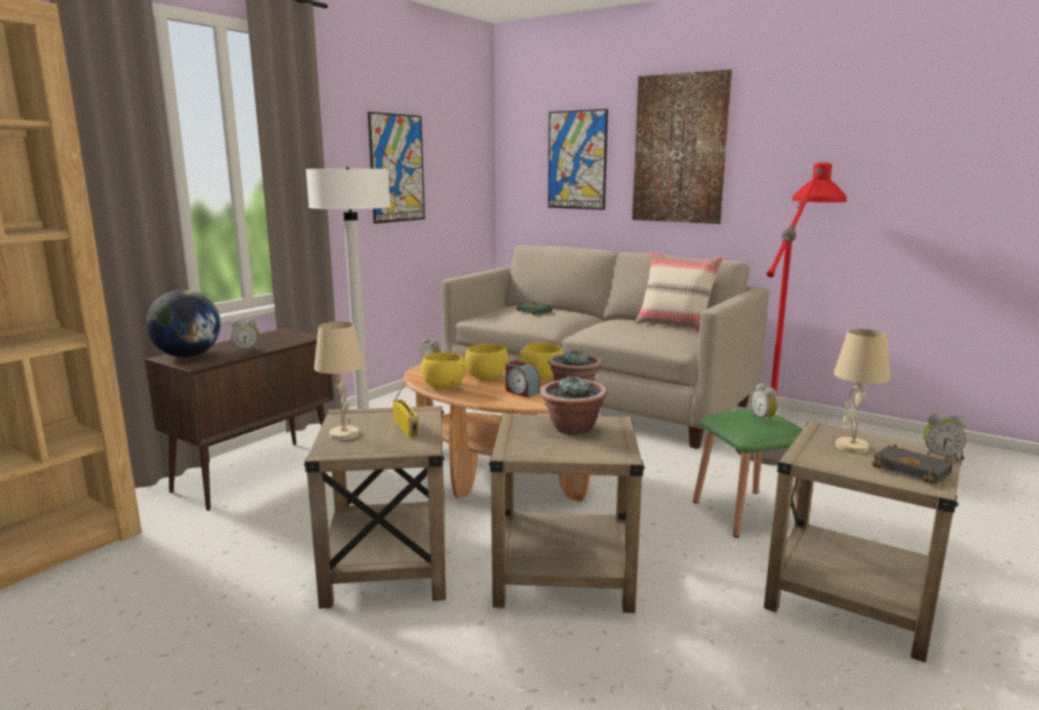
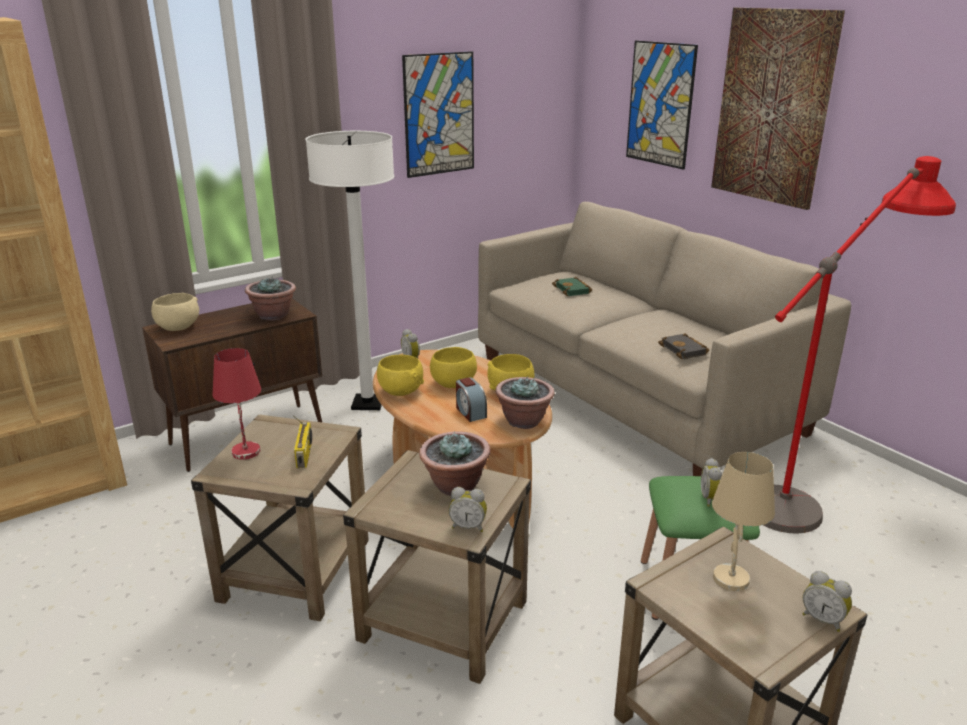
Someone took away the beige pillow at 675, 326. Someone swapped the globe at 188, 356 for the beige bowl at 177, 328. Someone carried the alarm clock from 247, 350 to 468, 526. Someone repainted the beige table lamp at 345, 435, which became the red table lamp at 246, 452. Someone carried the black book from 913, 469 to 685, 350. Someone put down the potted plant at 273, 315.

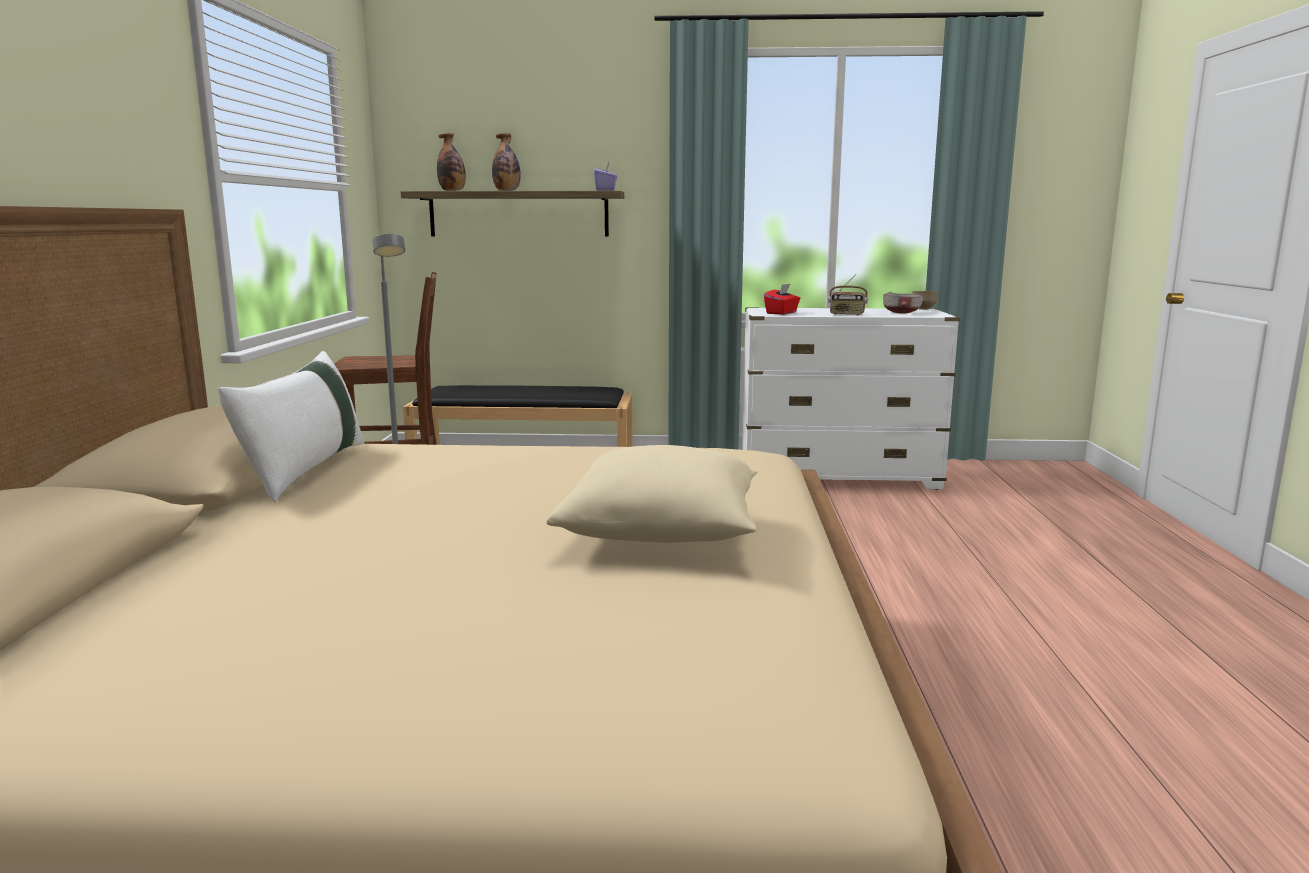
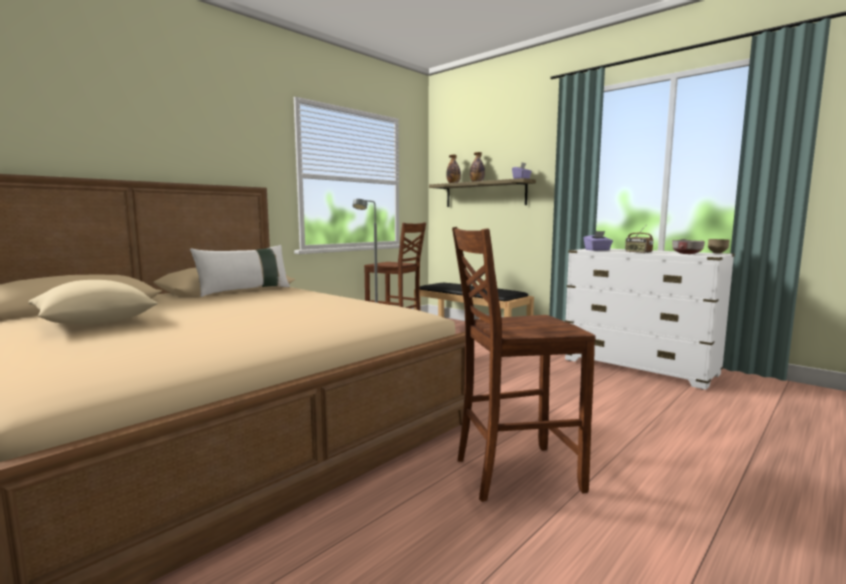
Someone repainted the red tissue box at 782, 313, which became the purple tissue box at 597, 250. Someone carried the beige pillow from 663, 534 to 95, 323. Someone put down the brown chair at 513, 473.

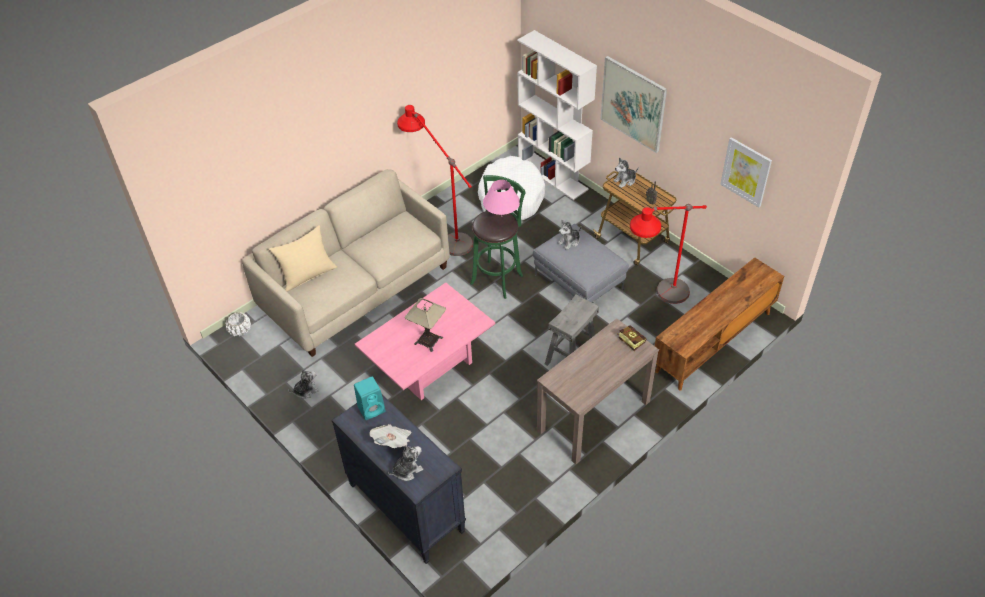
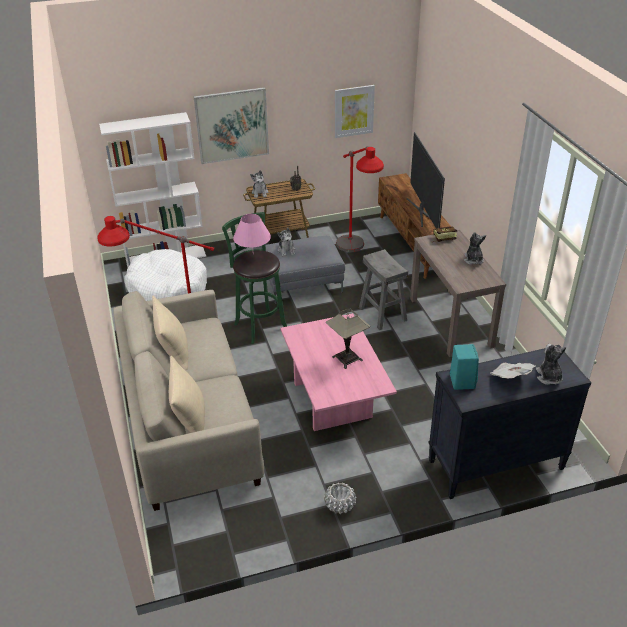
Someone carried the white planter from 240, 330 to 339, 505. Someone carried the plush toy from 306, 391 to 473, 260. Someone put down the television at 423, 211. Someone put down the beige pillow at 173, 352.

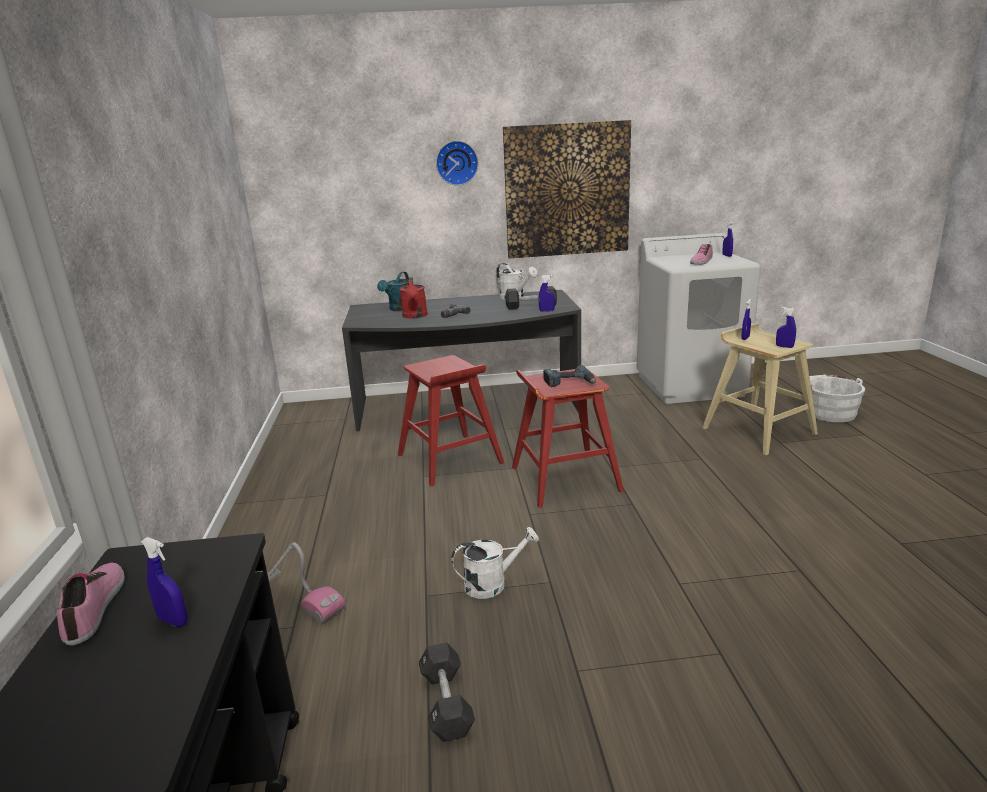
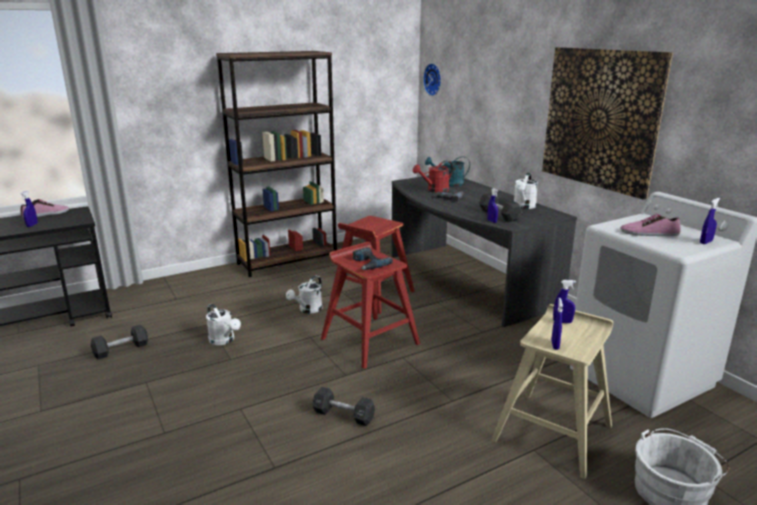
Someone carried the wall clock from 457, 163 to 434, 79. Someone took away the vacuum cleaner at 299, 596. Someone put down the brown bookcase at 287, 261. Someone put down the white watering can at 308, 310. Someone put down the black dumbbell at 343, 415.

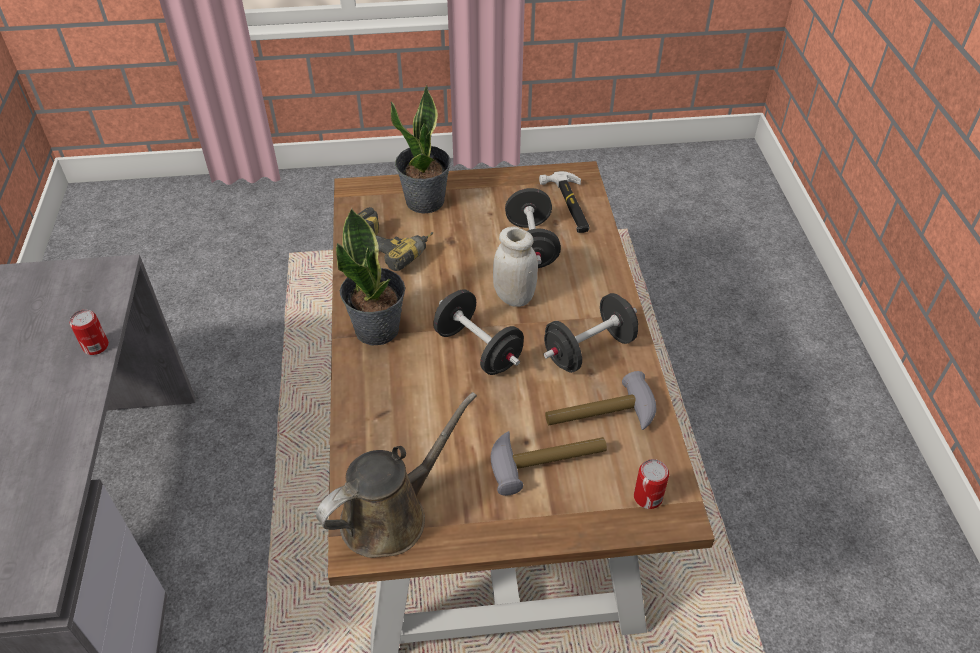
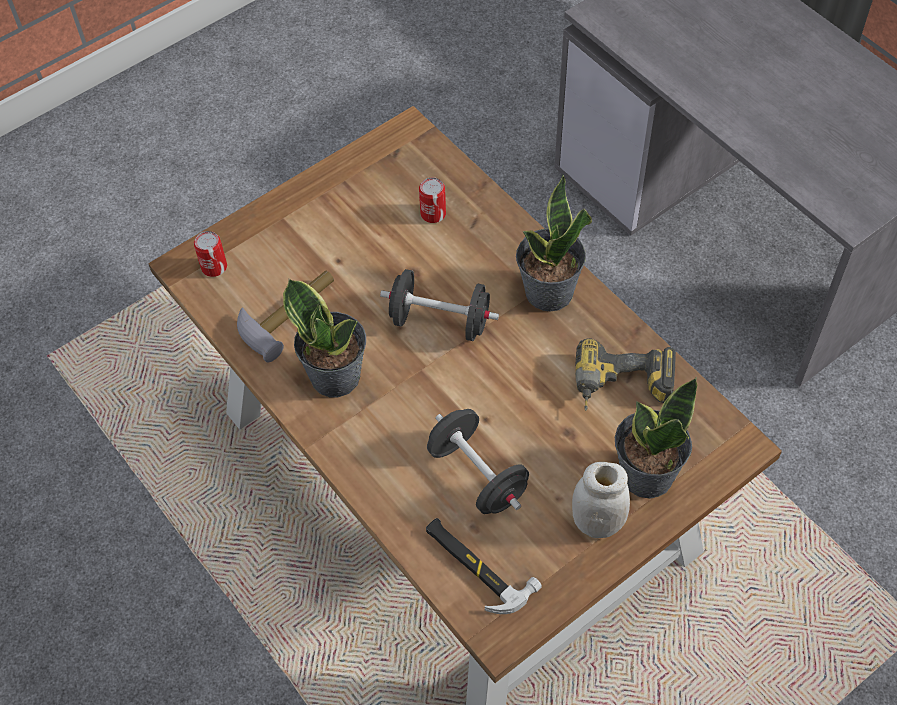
Someone carried the white jar from 514, 297 to 597, 522. Someone swapped the black dumbbell at 589, 350 for the potted plant at 336, 375. Someone carried the can from 96, 346 to 433, 214. Someone took away the brown watering can at 391, 515. Someone took away the hammer at 546, 459.

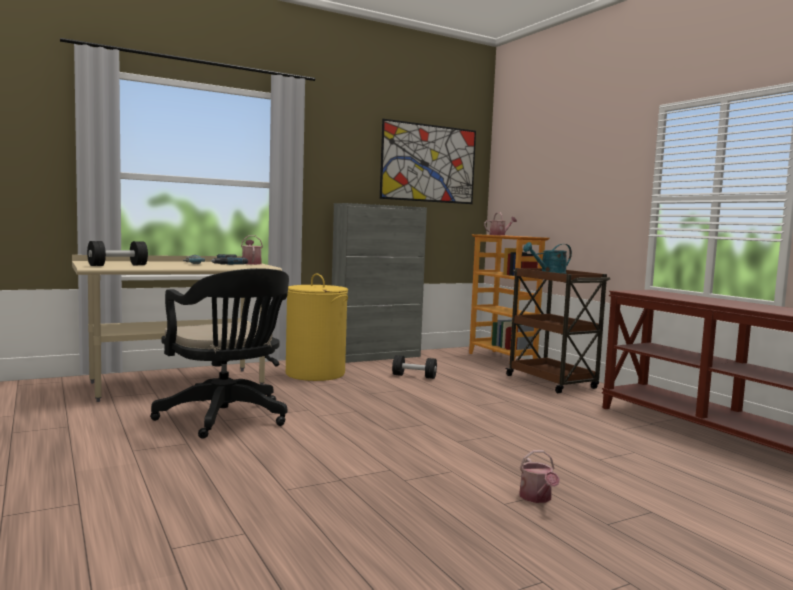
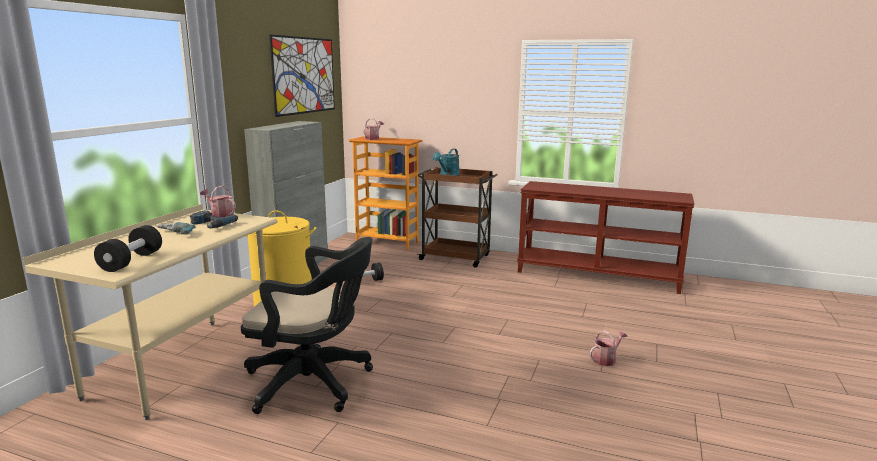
Someone rotated the watering can at 537, 498 by 75 degrees counterclockwise.

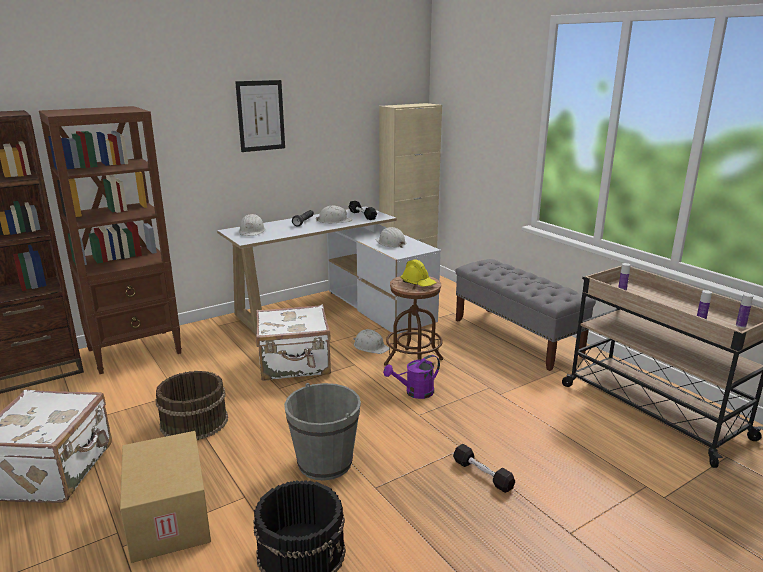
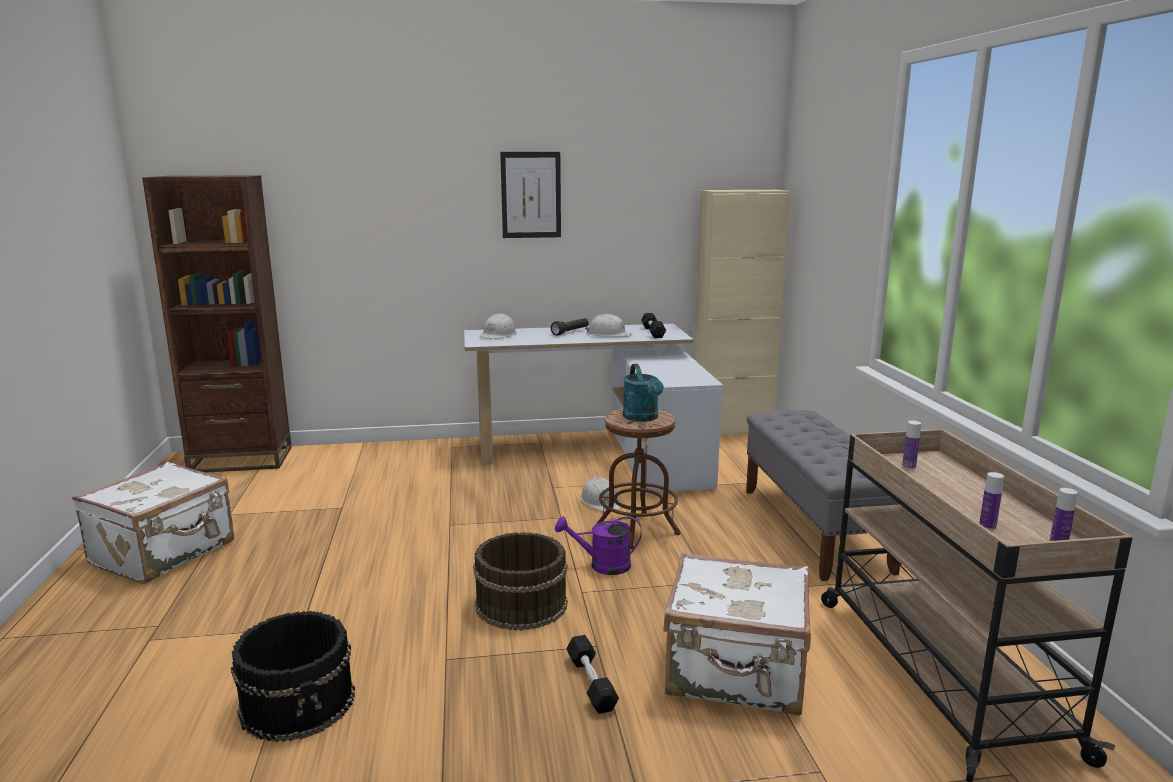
Someone took away the brown bookcase at 135, 351. Someone took away the white hard hat at 391, 243. Someone swapped the yellow hard hat at 418, 283 for the turquoise watering can at 643, 418. Someone carried the white suitcase from 295, 364 to 736, 673. Someone carried the brown bucket from 193, 422 to 520, 605. Someone took away the grey bucket at 325, 463. Someone took away the cardboard box at 167, 517.

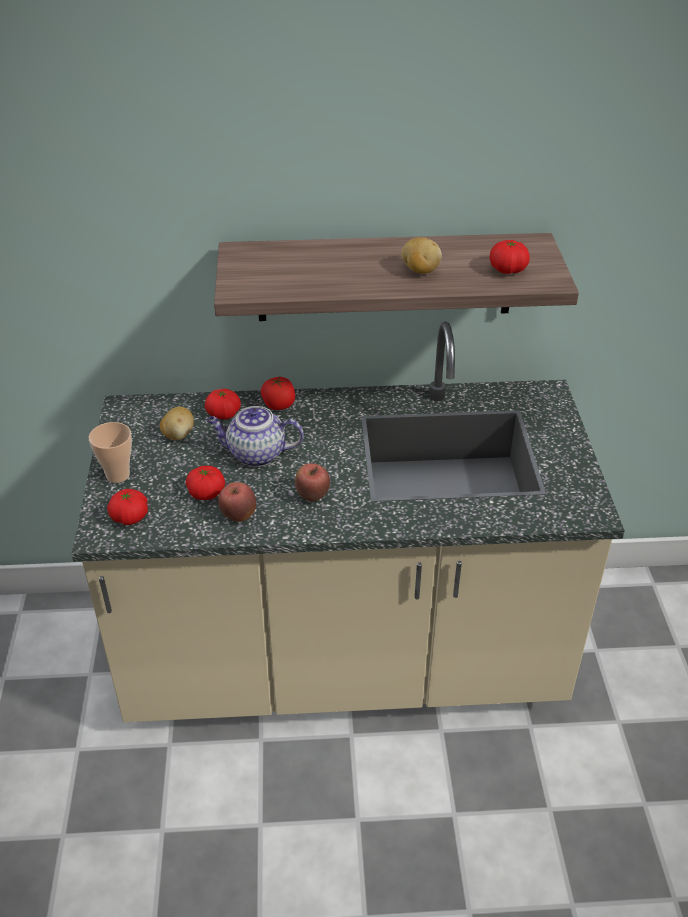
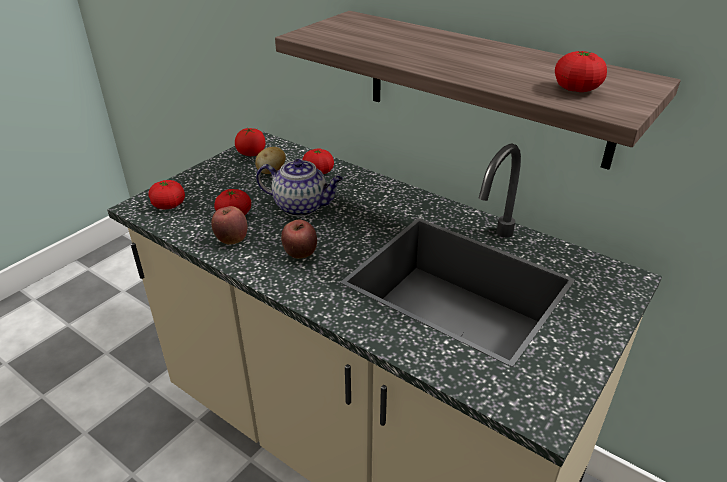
Someone took away the potato at 420, 270. Someone carried the tomato from 279, 405 to 251, 153. Someone rotated the teapot at 255, 454 by 150 degrees clockwise. Someone took away the cup at 118, 475.

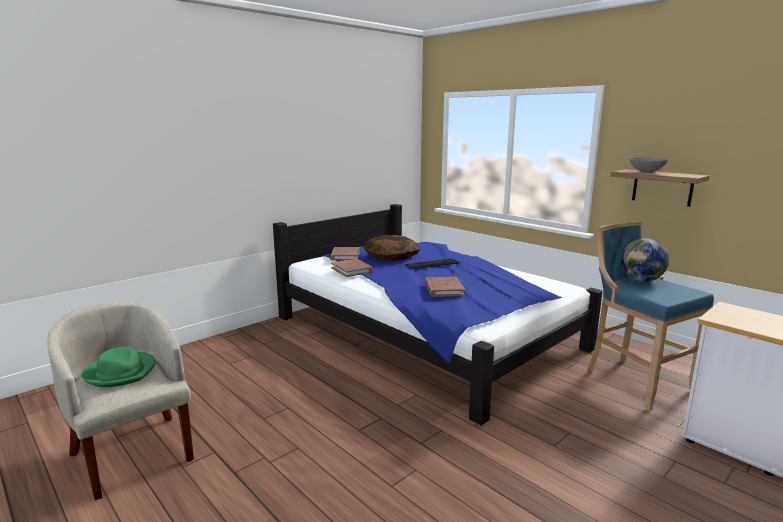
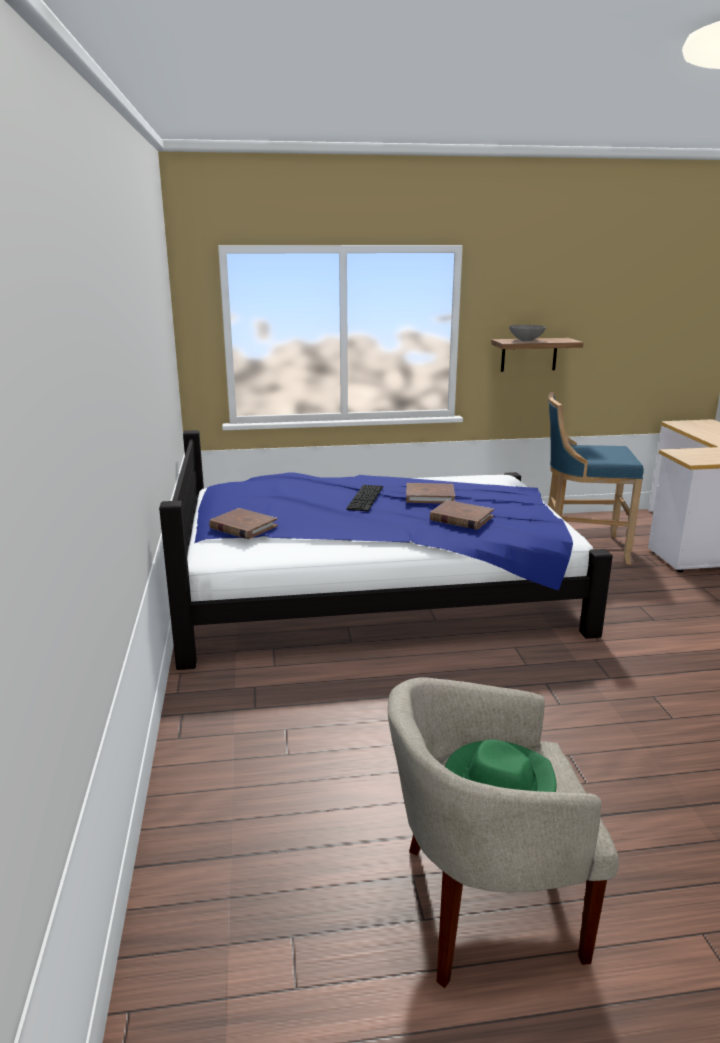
Someone took away the pillow at 391, 257. Someone took away the globe at 641, 280. Someone carried the brown book from 352, 270 to 429, 496.

